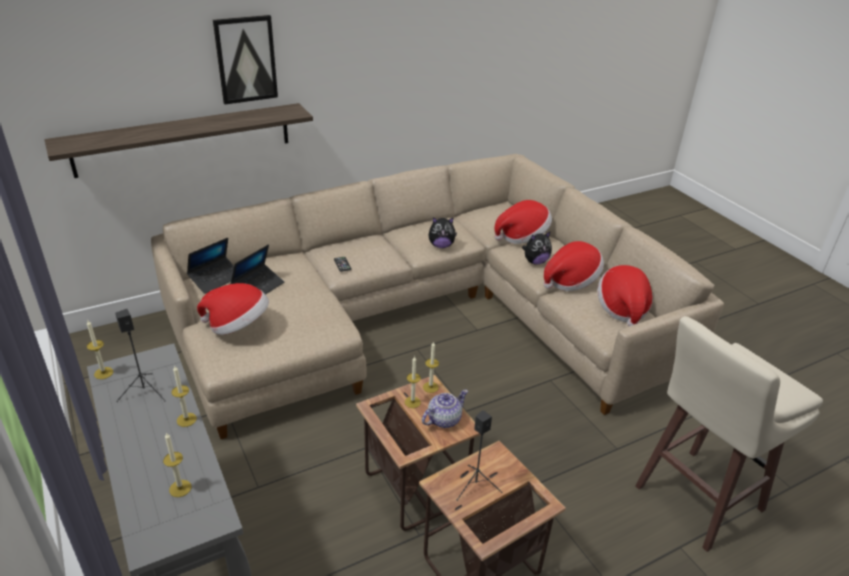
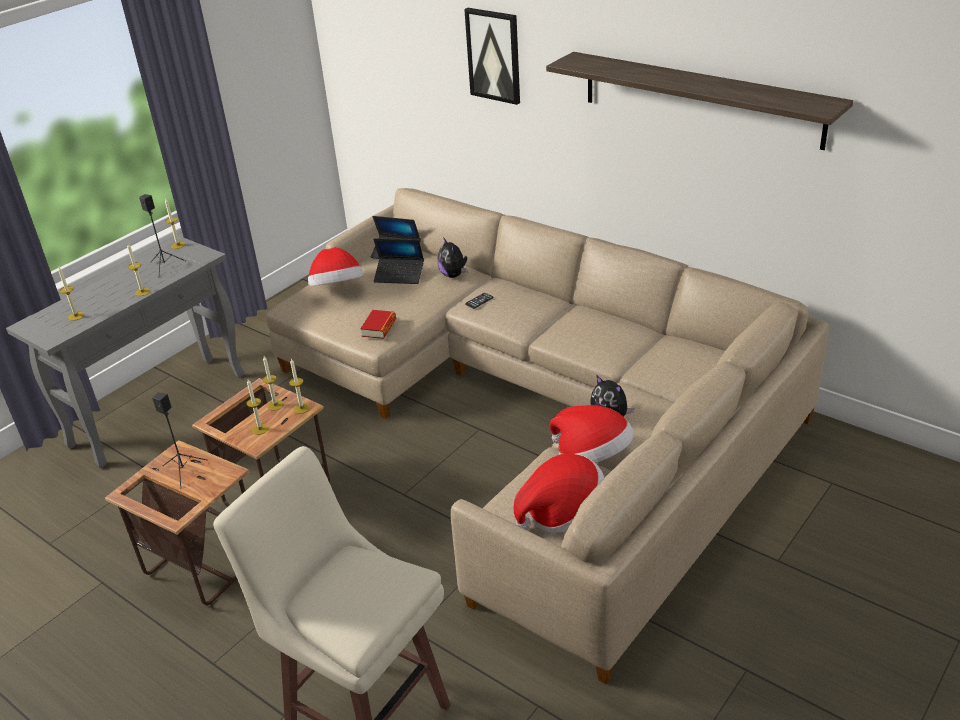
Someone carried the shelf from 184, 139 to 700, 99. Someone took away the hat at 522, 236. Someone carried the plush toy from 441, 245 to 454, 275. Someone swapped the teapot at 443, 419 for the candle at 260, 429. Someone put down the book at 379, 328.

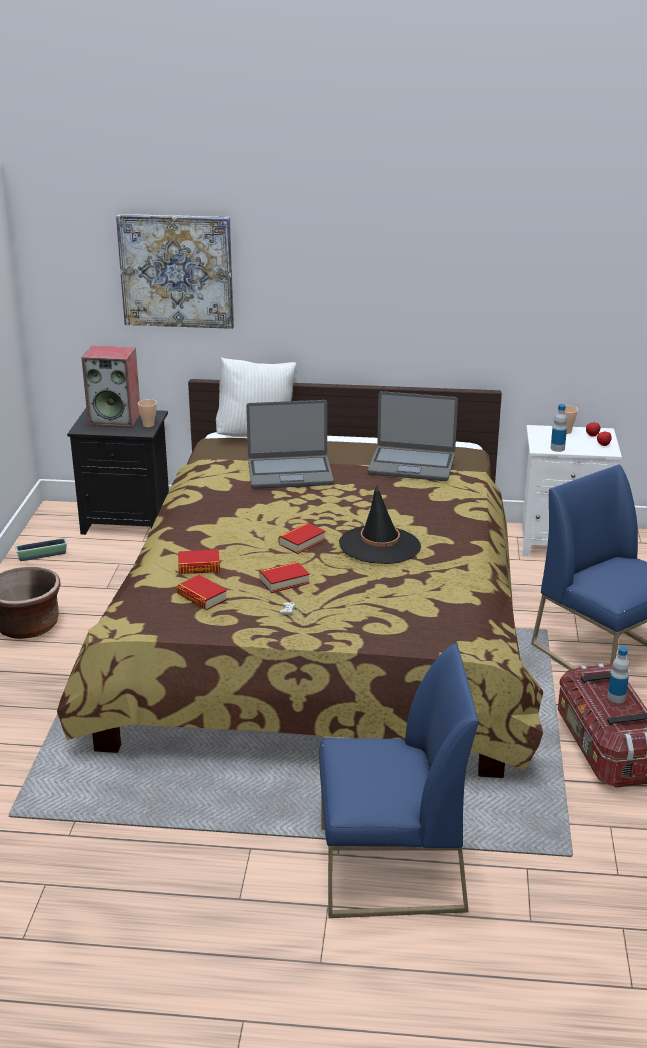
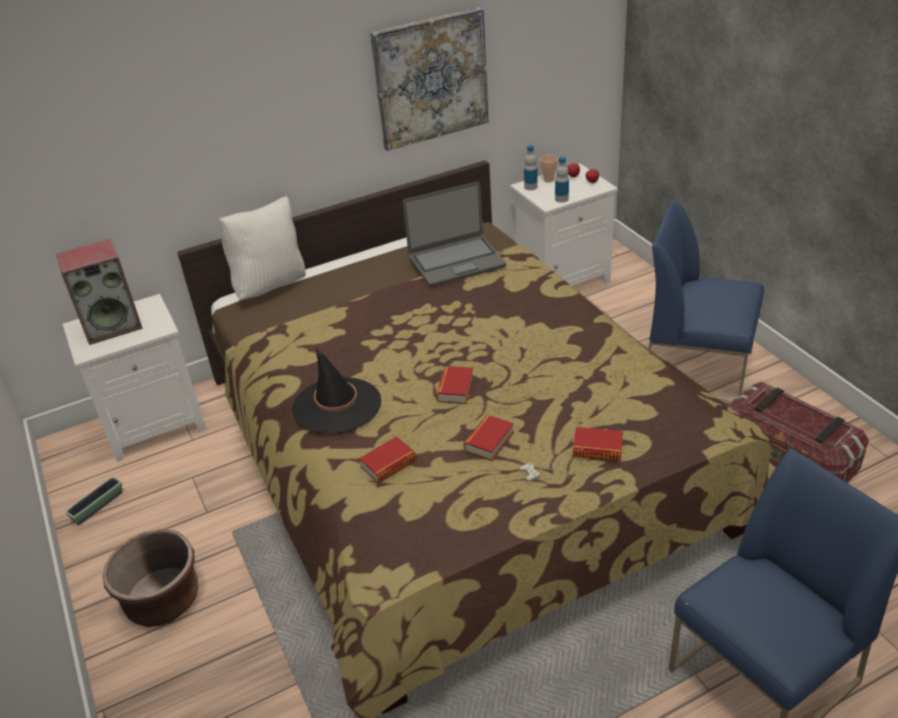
Someone carried the picture from 176, 271 to 431, 79. Someone took away the cup at 148, 425. Someone took away the laptop at 290, 473. Someone repainted the black nightstand at 129, 521, which became the white nightstand at 156, 424. Someone carried the black hat from 379, 545 to 337, 405. Someone carried the book from 202, 597 to 597, 449. Someone carried the bottle from 616, 698 to 530, 187.

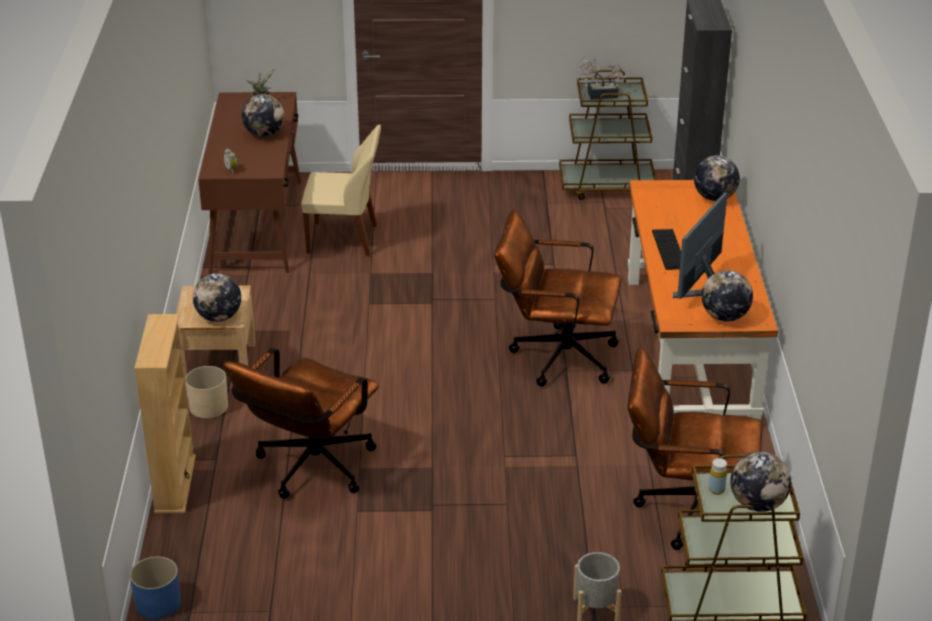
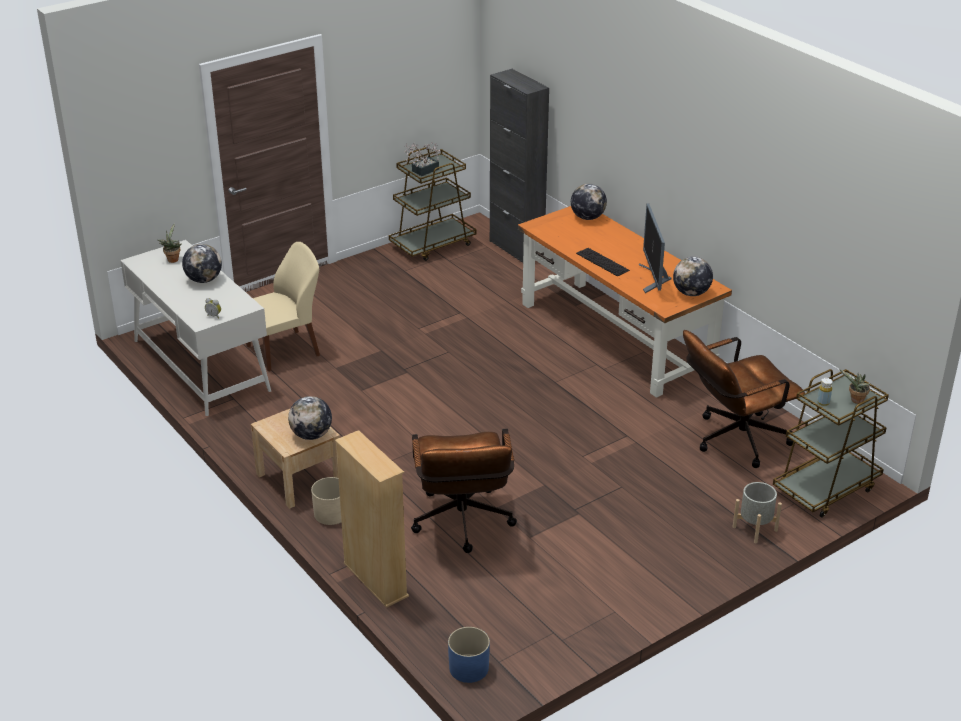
Someone repainted the brown desk at 257, 225, which became the white desk at 201, 365. Someone took away the brown office chair at 555, 356. Someone swapped the globe at 757, 504 for the potted plant at 855, 401.

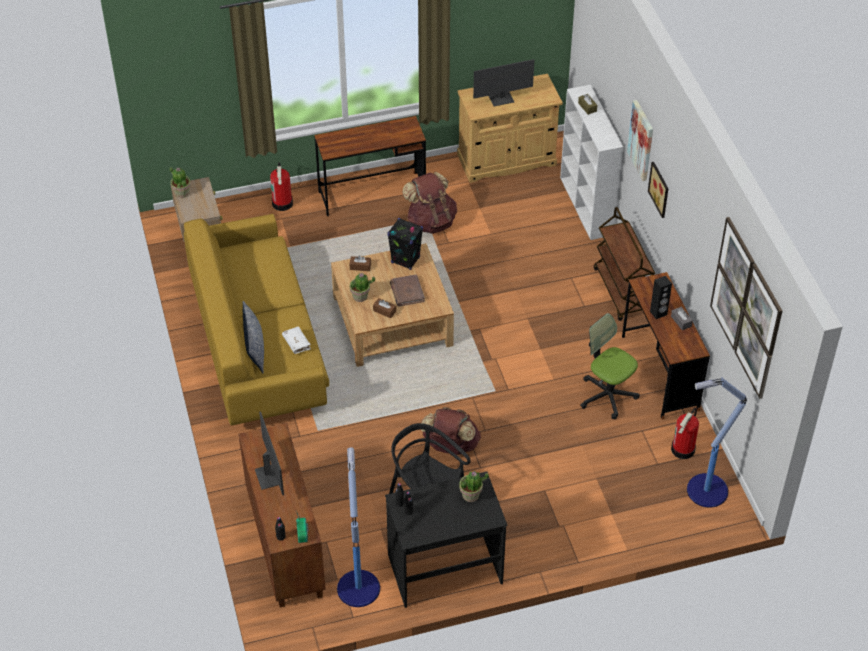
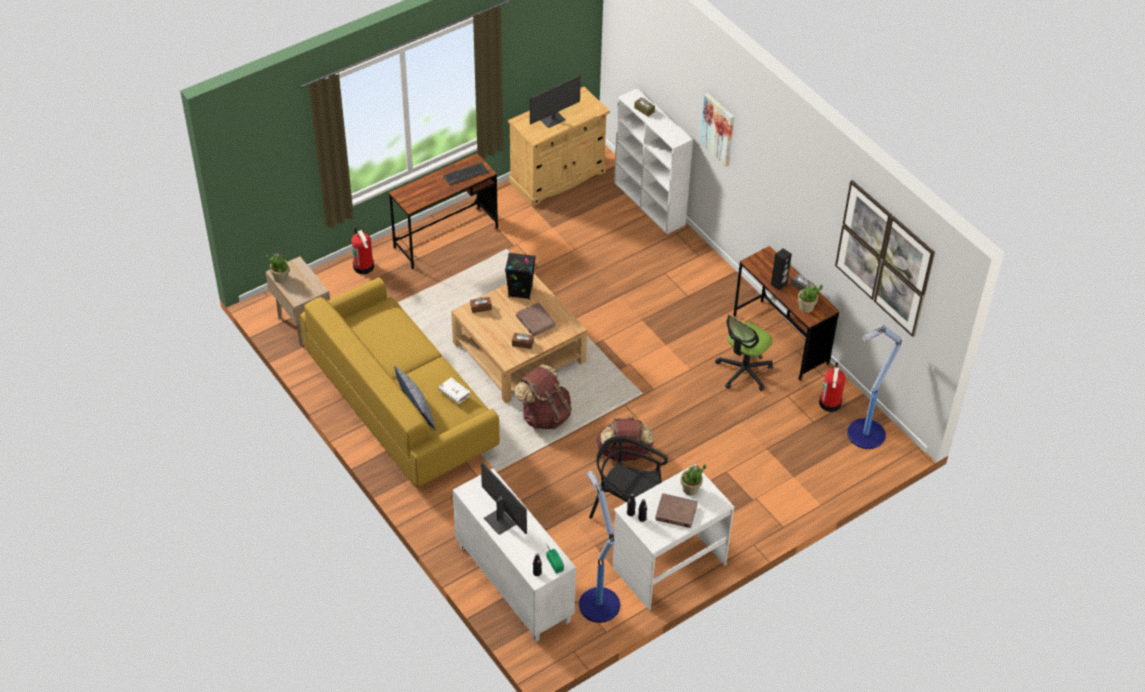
Someone took away the picture at 660, 189. Someone carried the brown backpack from 431, 221 to 544, 415. Someone took away the brown cart at 622, 292. Someone carried the potted plant from 360, 296 to 806, 307. Someone rotated the office chair at 607, 395 by 75 degrees counterclockwise. Someone repainted the brown cabinet at 284, 544, which became the white cabinet at 512, 583. Someone repainted the black desk at 445, 568, which became the white desk at 668, 565. Someone put down the keyboard at 465, 173. Someone put down the brown book at 676, 512.

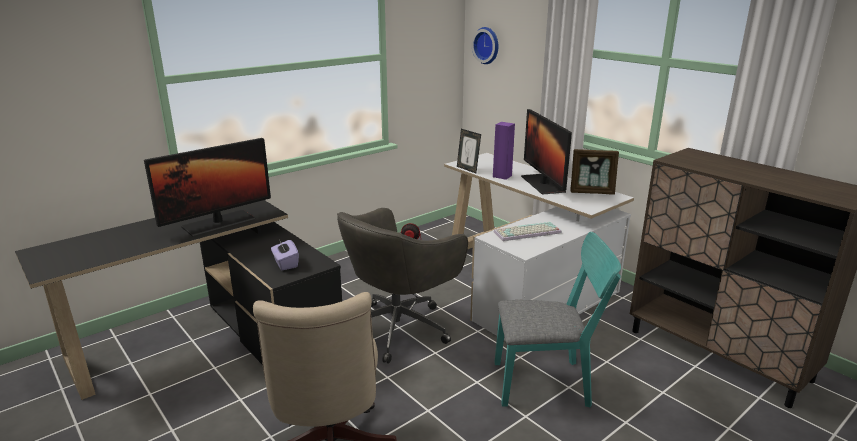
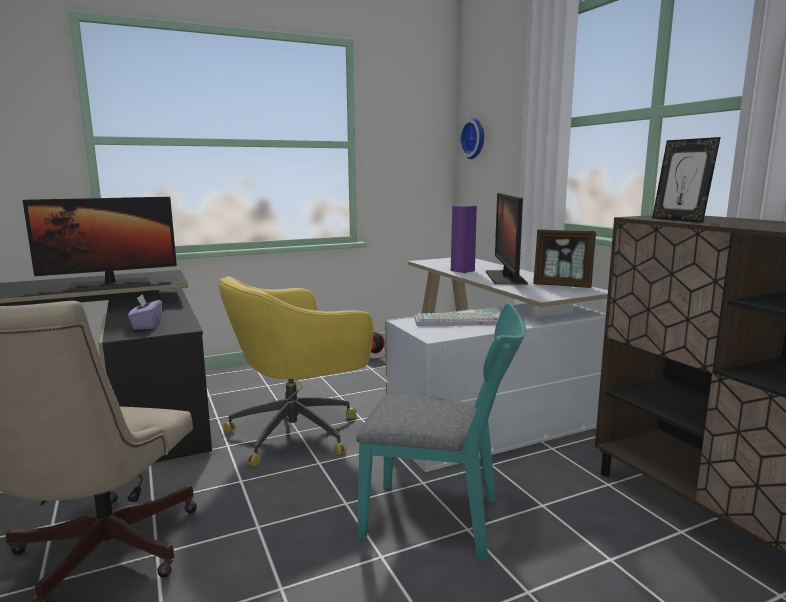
Someone carried the picture frame from 468, 169 to 679, 220. Someone repainted the grey office chair at 399, 327, which became the yellow office chair at 298, 432.

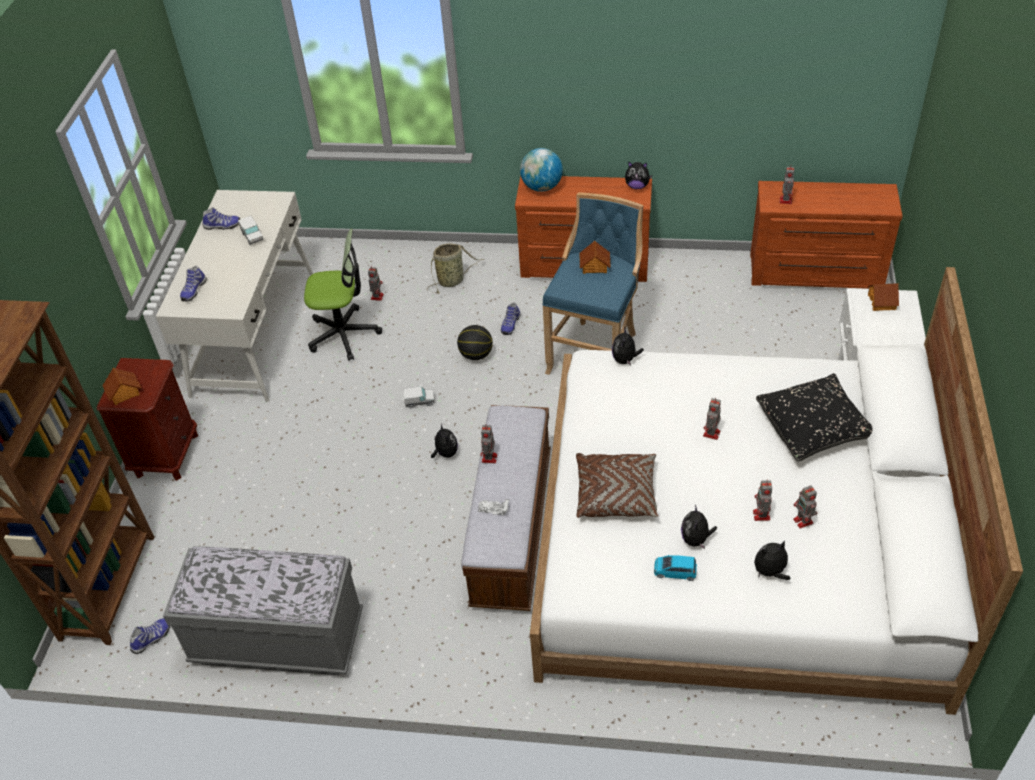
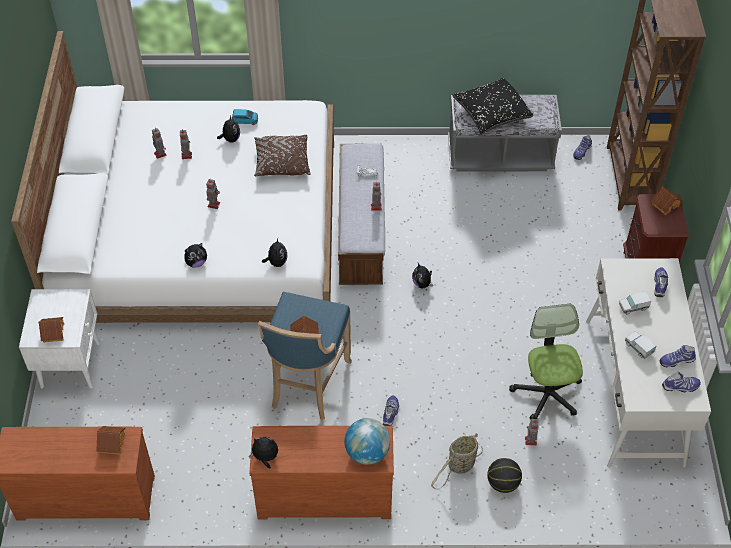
Someone swapped the toy robot at 785, 200 for the toy house at 112, 443. Someone rotated the office chair at 344, 334 by 90 degrees clockwise. Someone carried the basketball from 476, 354 to 503, 483. Someone carried the black pillow from 813, 428 to 491, 114. Someone carried the toy truck from 419, 402 to 633, 307. Someone carried the plush toy from 770, 572 to 196, 263. Someone put down the shoe at 680, 387.

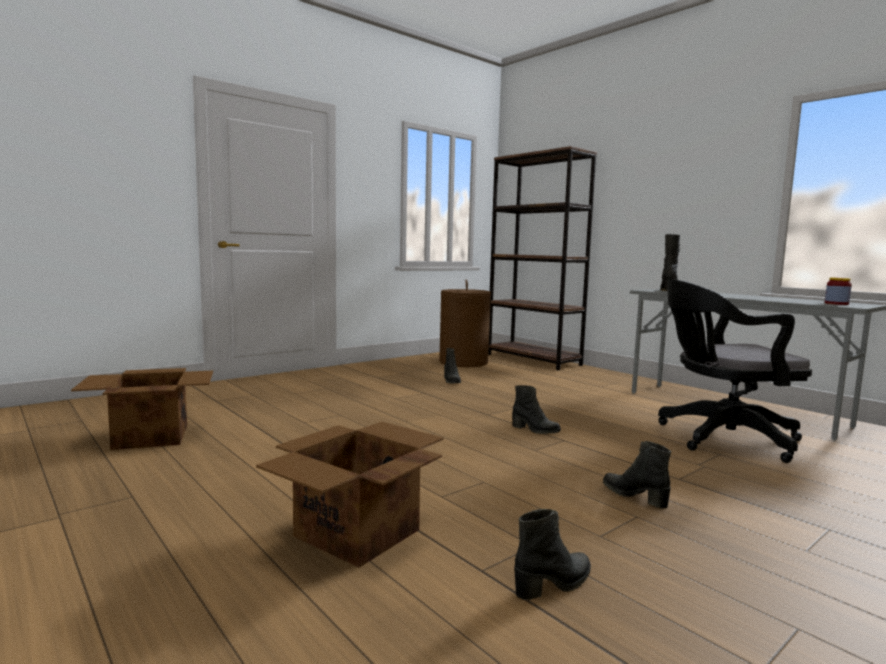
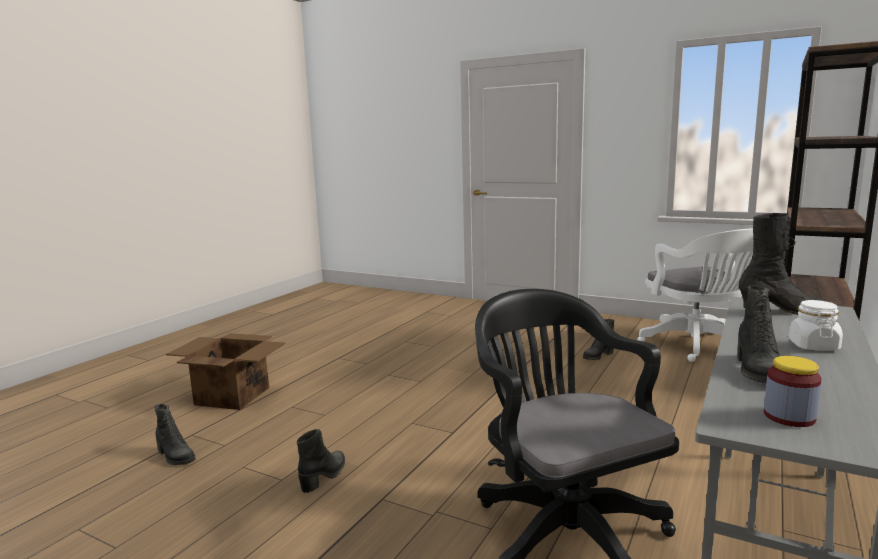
Someone swapped the brown laundry basket at 463, 362 for the white office chair at 698, 346. Someone took away the cardboard box at 150, 437. Someone carried the black boot from 535, 430 to 756, 371. Someone put down the white jar at 813, 346.

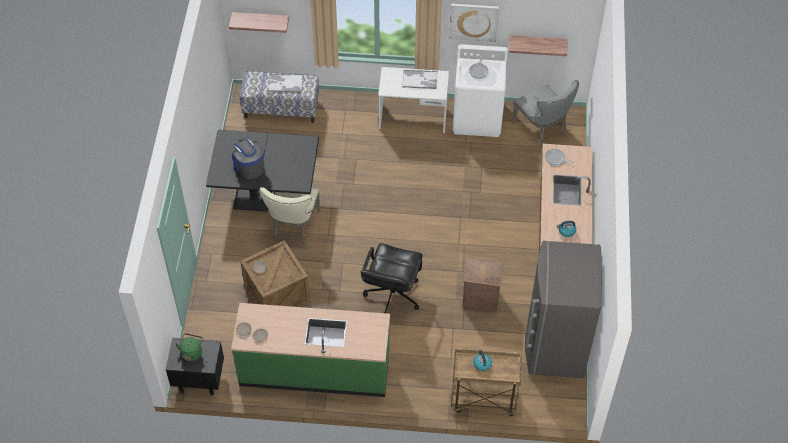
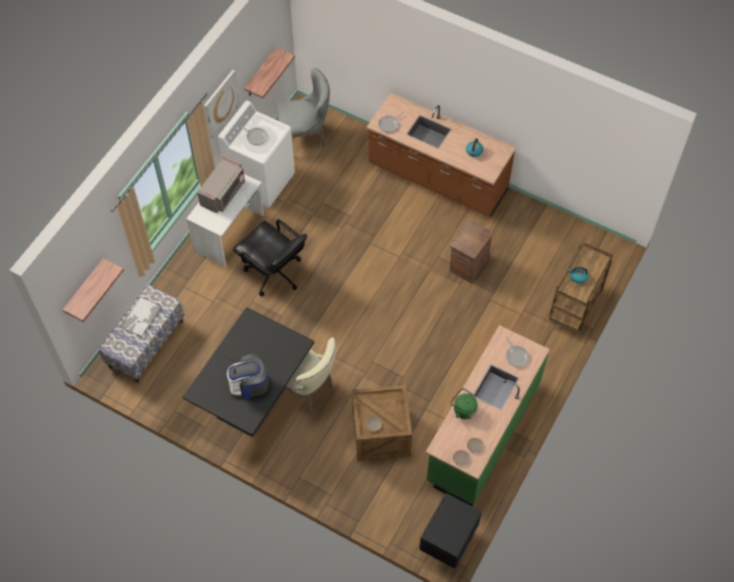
Someone swapped the tray at 420, 80 for the grey microwave at 223, 193. Someone took away the grey fridge at 555, 346. Someone carried the black office chair from 392, 295 to 274, 274. Someone carried the green kettle from 192, 352 to 463, 409. Someone put down the frying pan at 516, 356.

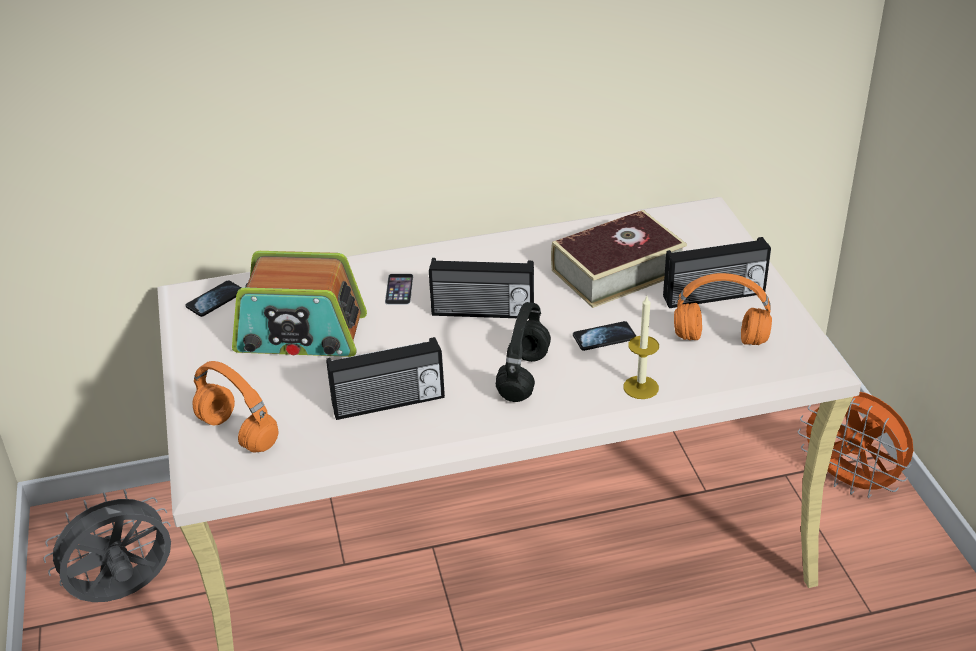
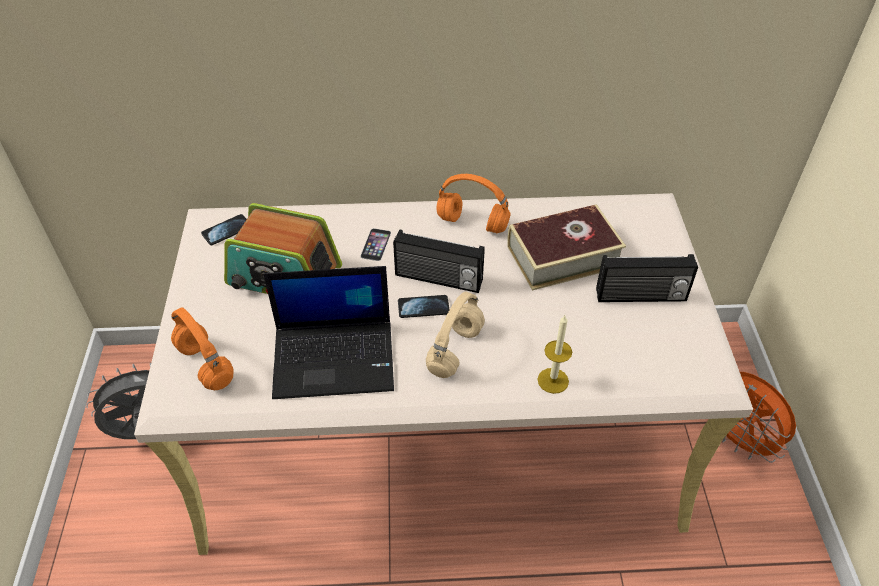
Someone carried the orange headphones from 722, 339 to 474, 223. Someone repainted the black headphones at 523, 375, which became the beige headphones at 455, 349. Someone carried the phone from 604, 337 to 423, 307. Someone swapped the radio at 388, 403 for the laptop at 335, 358.

